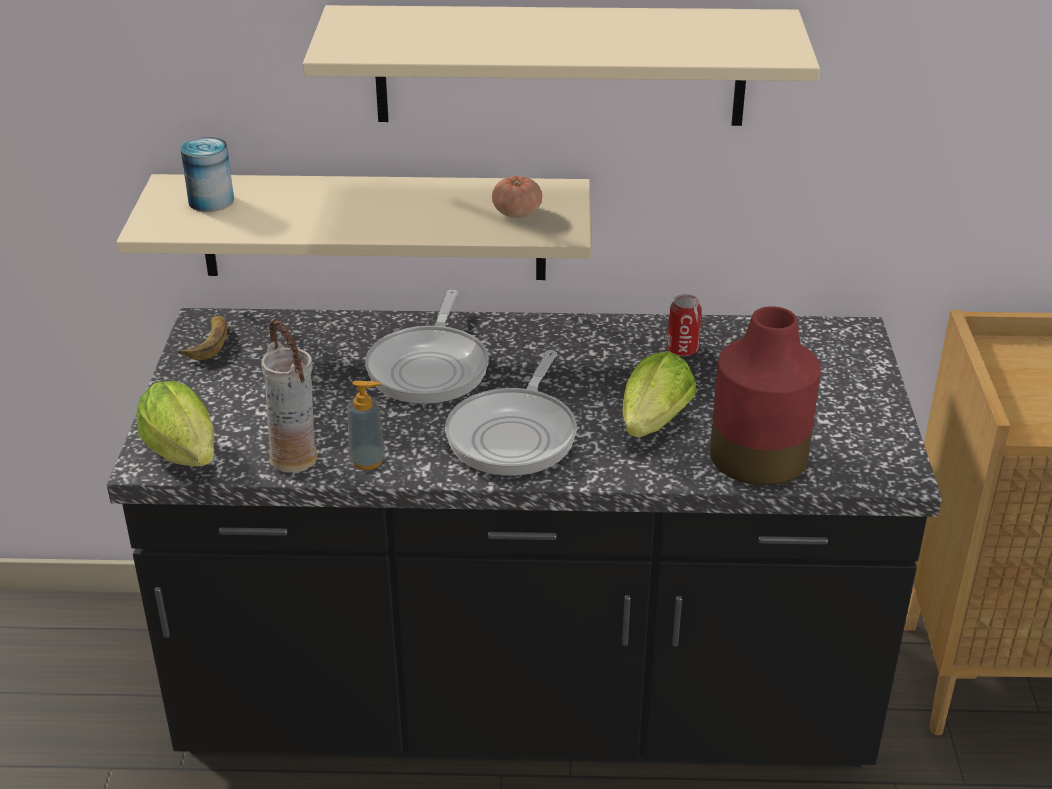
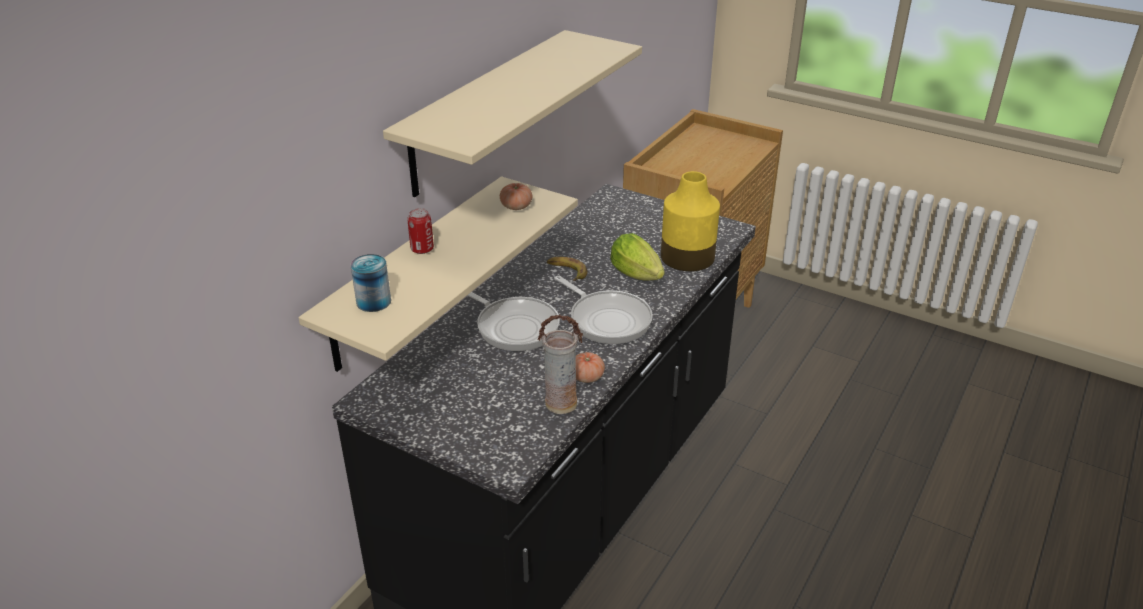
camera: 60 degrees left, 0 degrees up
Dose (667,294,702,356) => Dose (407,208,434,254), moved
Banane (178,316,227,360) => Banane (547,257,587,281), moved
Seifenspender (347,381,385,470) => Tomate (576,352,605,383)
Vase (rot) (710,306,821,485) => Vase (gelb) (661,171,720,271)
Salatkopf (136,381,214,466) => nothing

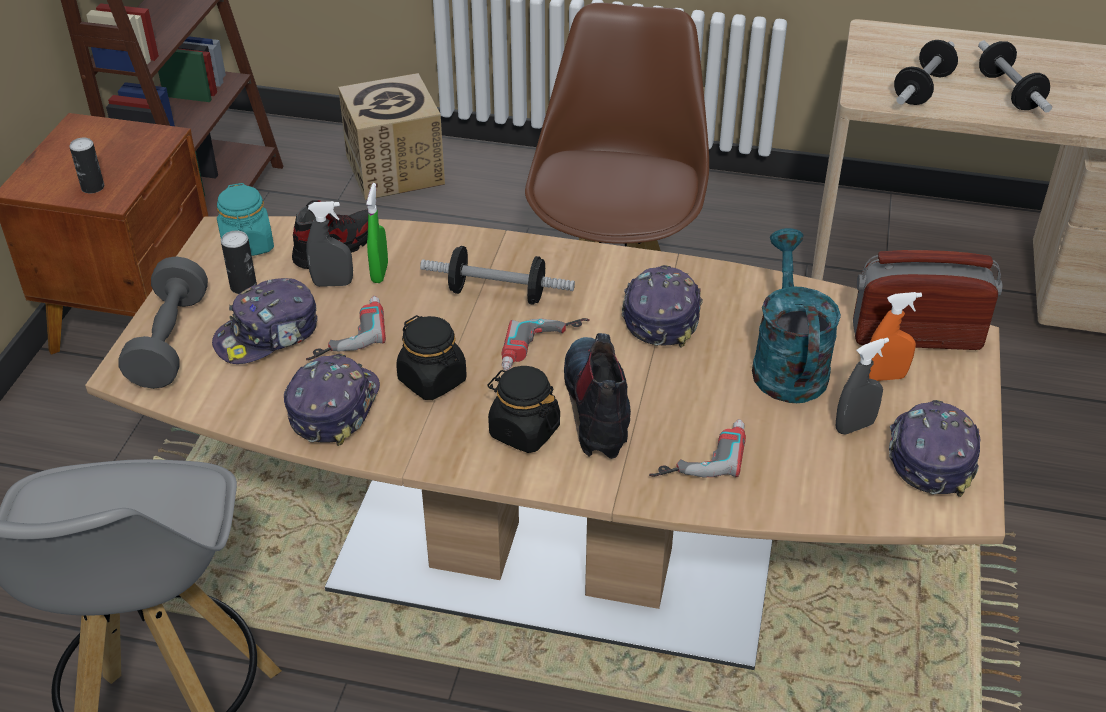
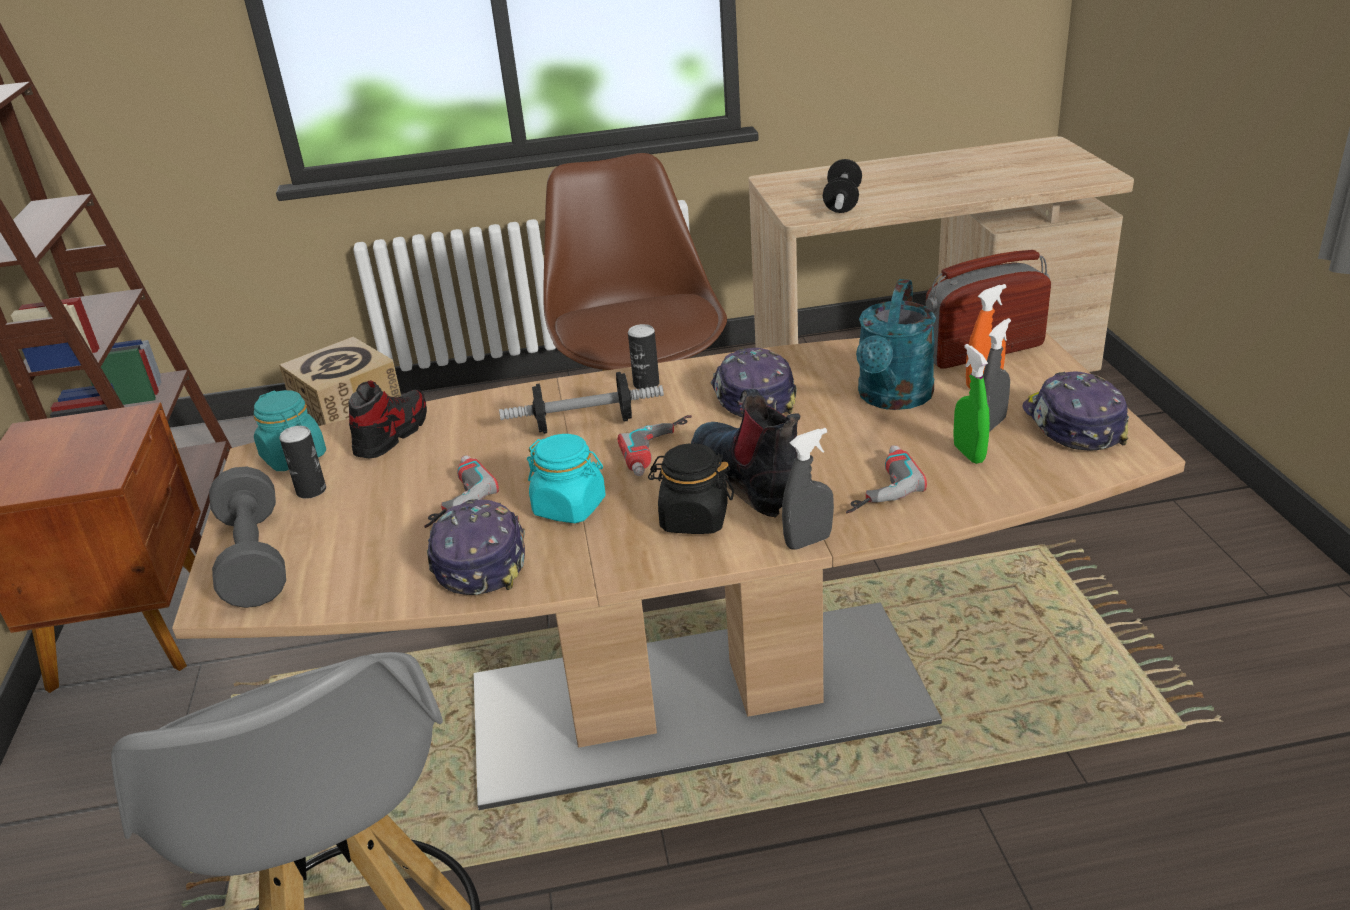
camera: 20 degrees left, 10 degrees down
Vorratsglas (schwarz) (396,315,467,400) => Vorratsglas (türkis) (527,434,606,523)
Dose (69,137,104,193) => Dose (628,324,659,389), moved
Sprühflasche (grau) (306,201,353,287) => Sprühflasche (grau) (782,428,834,549), moved
Gießkanne (türkis) (752,228,841,403) => Gießkanne (türkis) (856,279,936,410), 135 degrees counterclockwise
Sprühflasche (grün) (366,183,388,283) => Sprühflasche (grün) (953,344,990,464), moved
Kappe (212,278,318,364) => nothing
Hantel (978,41,1052,113) => nothing

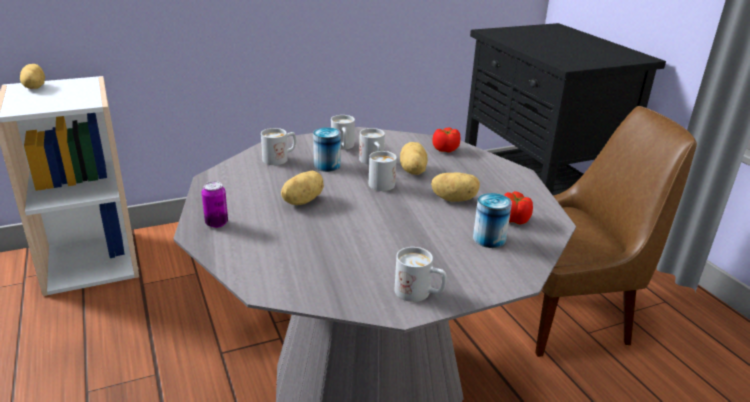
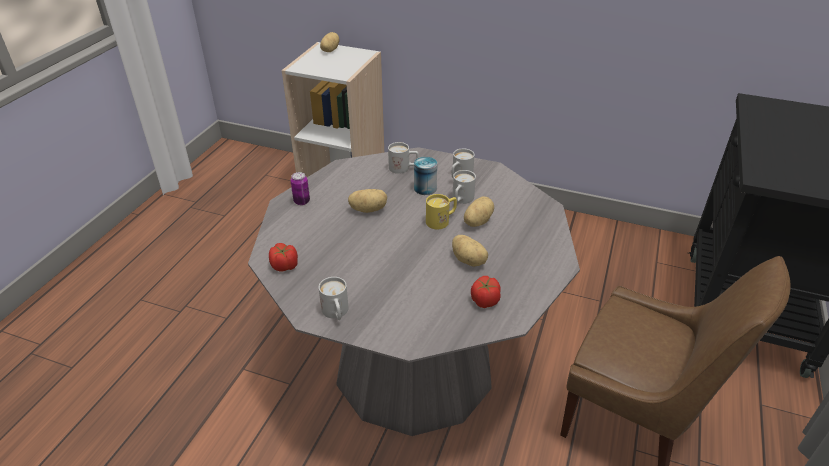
camera: 45 degrees right, 10 degrees up
Tomate (432,128,460,152) => Tomate (269,243,298,271), moved
Henkelbecher (weiß) (369,151,397,191) => Henkelbecher (gelb) (426,194,457,229)
Dose (473,193,512,248) => nothing

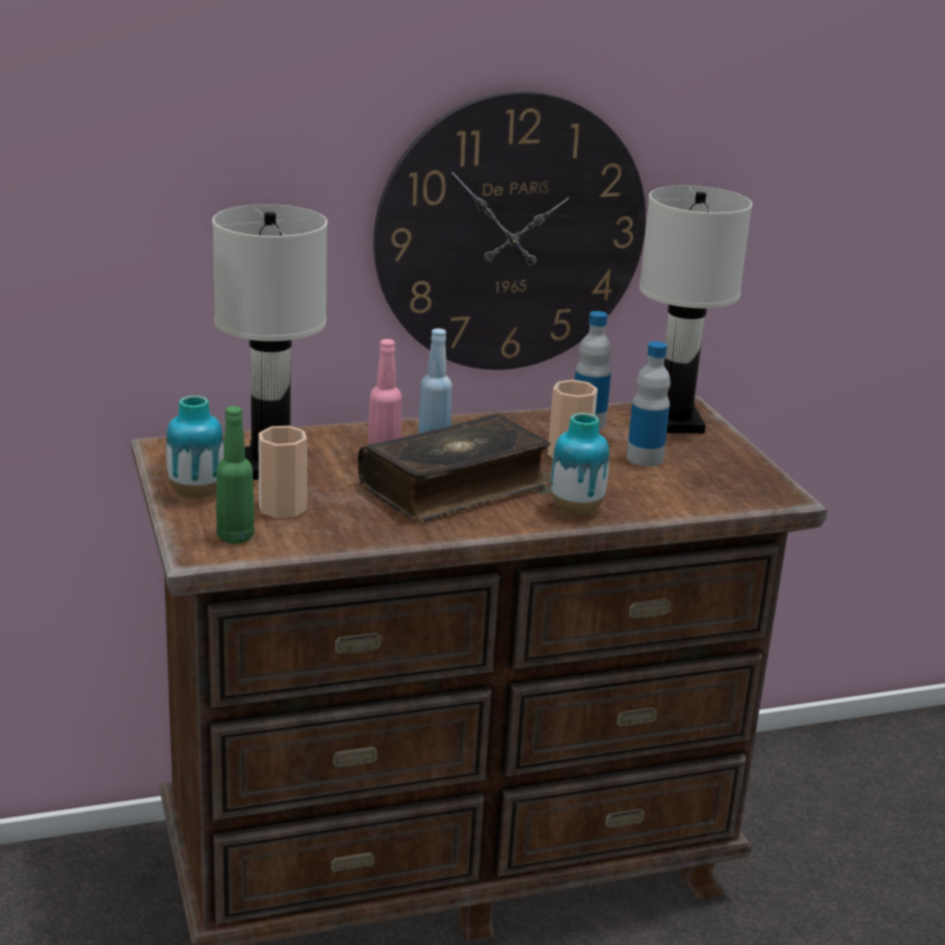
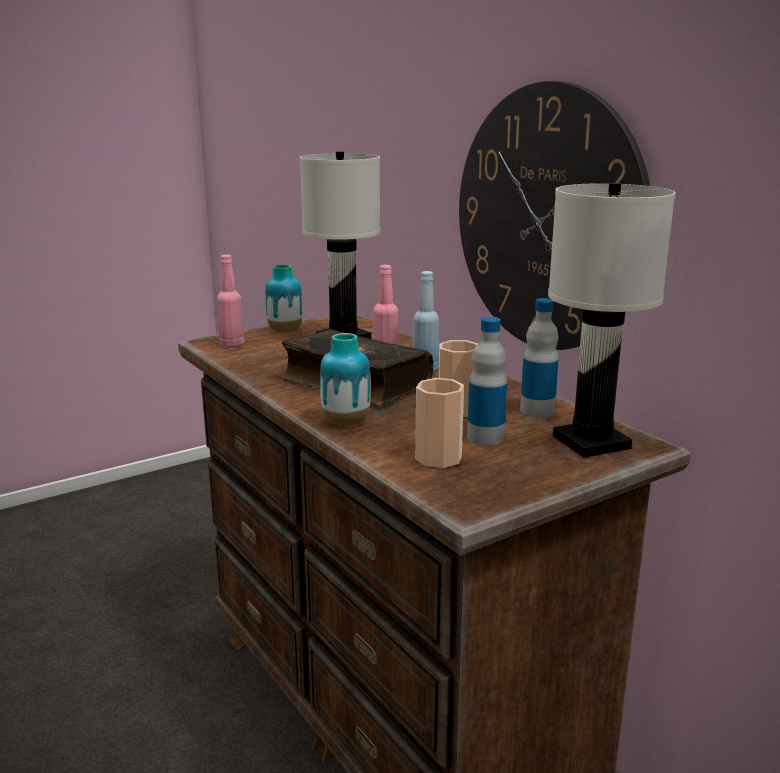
camera: 75 degrees right, 5 degrees down
Flasche (grün) (216,406,254,544) => Flasche (rosa) (217,254,244,348)
Tasse (258,426,307,518) => Tasse (415,378,464,468), moved

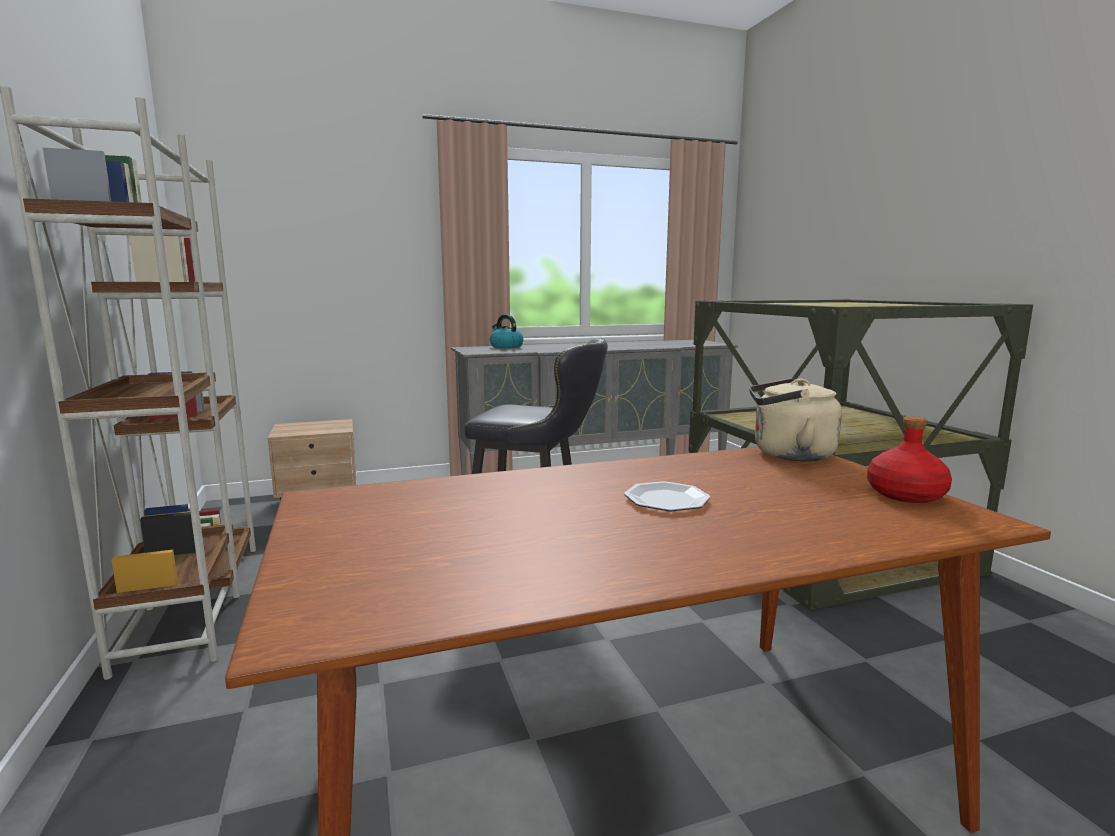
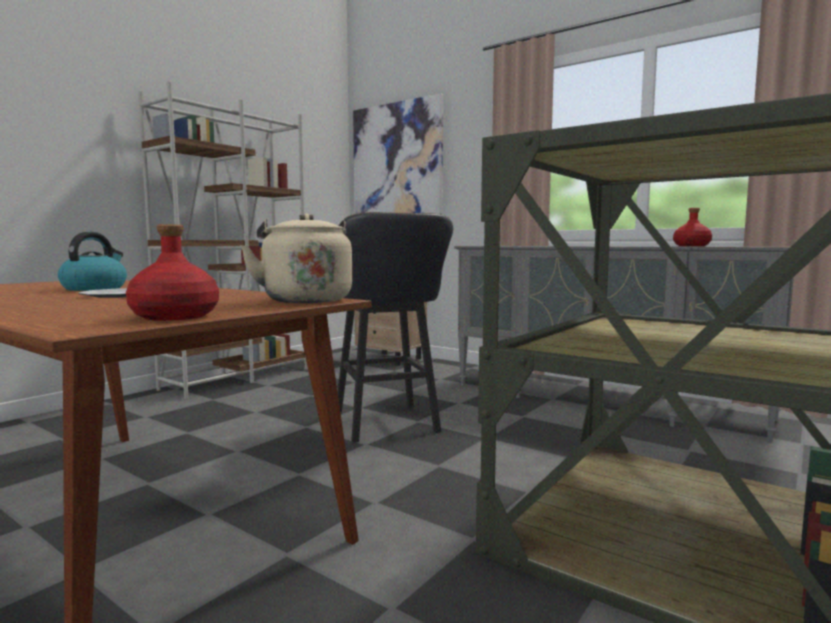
camera: 55 degrees right, 5 degrees down
Wasserkessel (490,314,523,348) => Wasserkessel (58,232,127,291), moved
nothing => Bild (353,93,443,214)
nothing => Flasche (rot) (673,208,712,246)

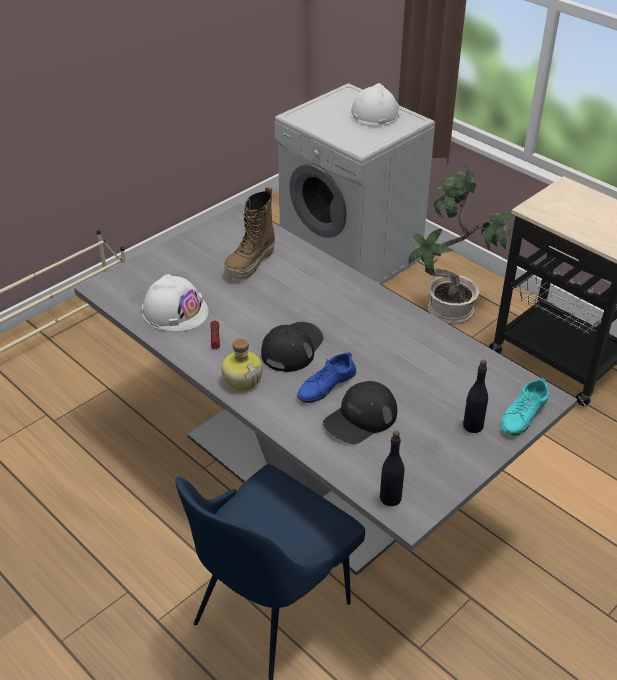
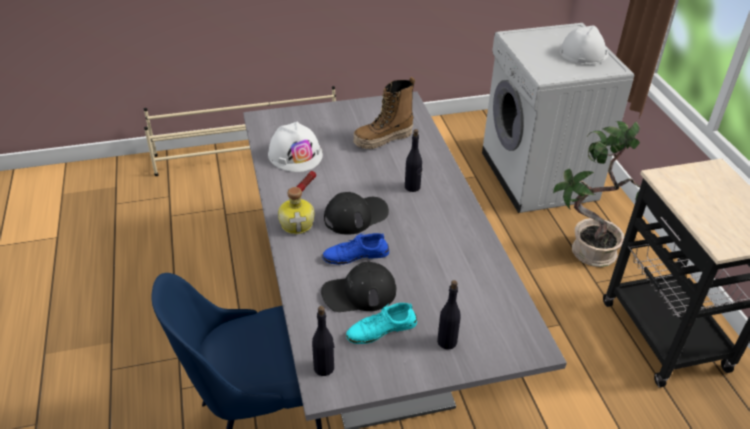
camera: 30 degrees right, 0 degrees up
Schuh (türkis) (501,378,549,436) => Schuh (türkis) (346,303,417,344), moved
nothing => Flasche (schwarz) (405,129,422,192)

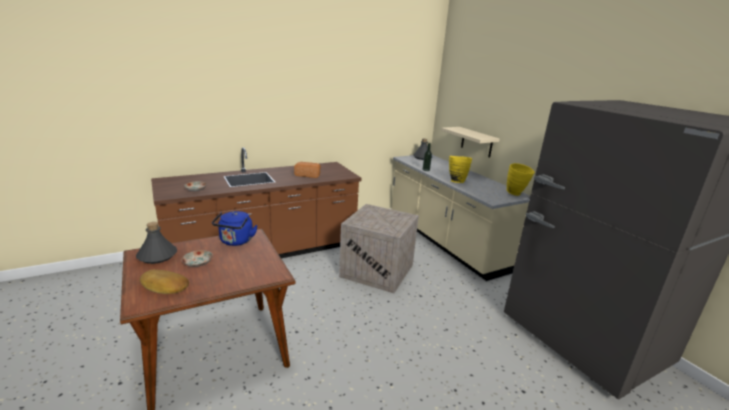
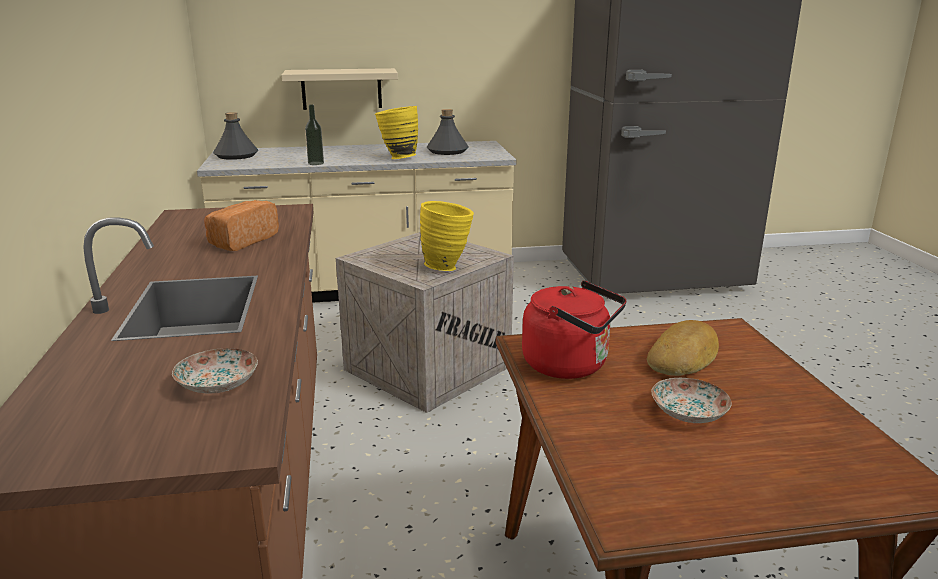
camera: 70 degrees left, 0 degrees up
Vase (gelb) (507,163,535,196) => Vase (gelb) (420,201,474,271), moved
Flasche (grau) (136,222,177,264) => Flasche (grau) (427,109,468,155), moved
Wasserkessel (blau) (212,211,258,246) => Wasserkessel (rot) (522,281,627,379)
Brot (140,270,189,294) => Brot (647,320,719,376), moved

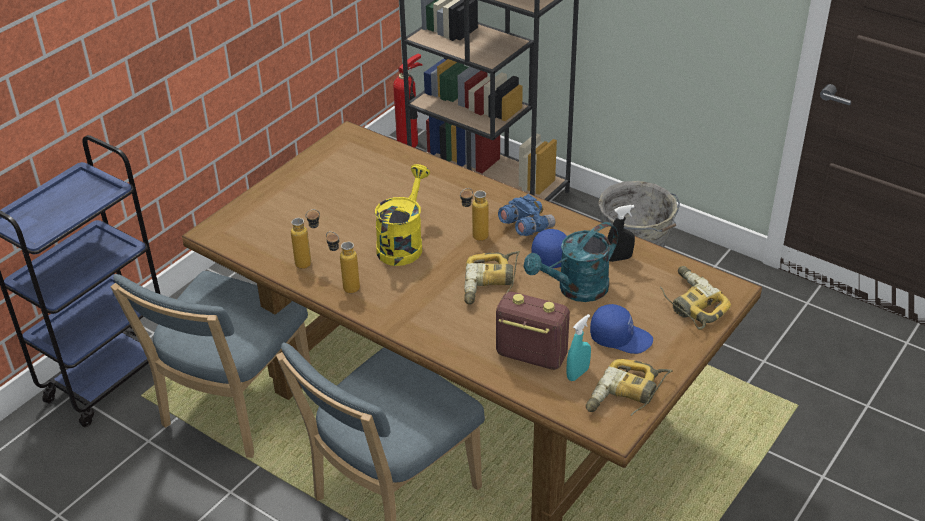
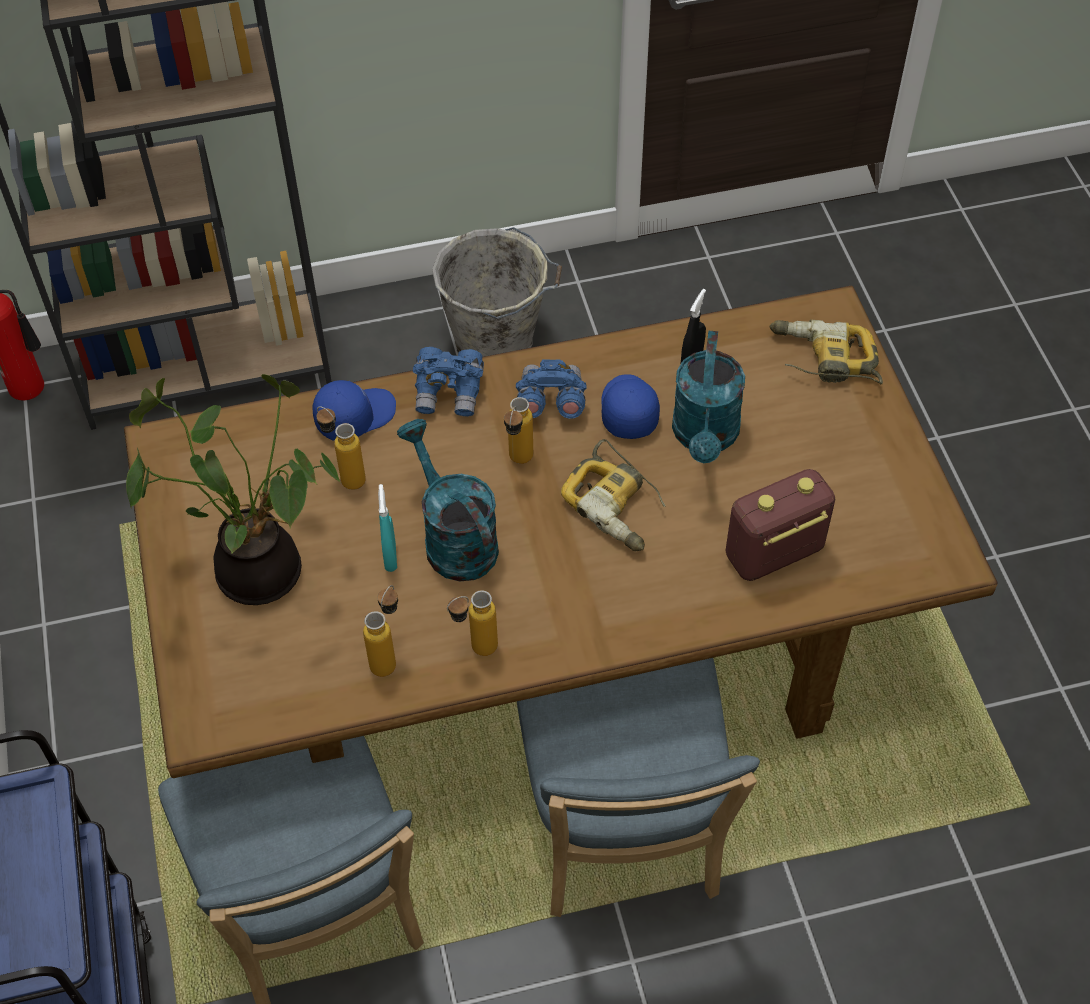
camera: 50 degrees left, 15 degrees up
nothing => Topfpflanze (126,374,341,605)
Kappe (blau) (590,304,653,354) => Kappe (blau) (312,380,396,441), moved
nothing => Flasche (316,406,366,490)
Sprühflasche (türkis) (566,314,591,381) => Sprühflasche (türkis) (378,484,397,572), moved
Gießkanne (gelb) (375,164,430,266) => Gießkanne (türkis) (397,419,499,581)
nothing => Fernglas (blau) (413,347,484,417)
Bohrmaschine (586,359,673,416) => nothing

